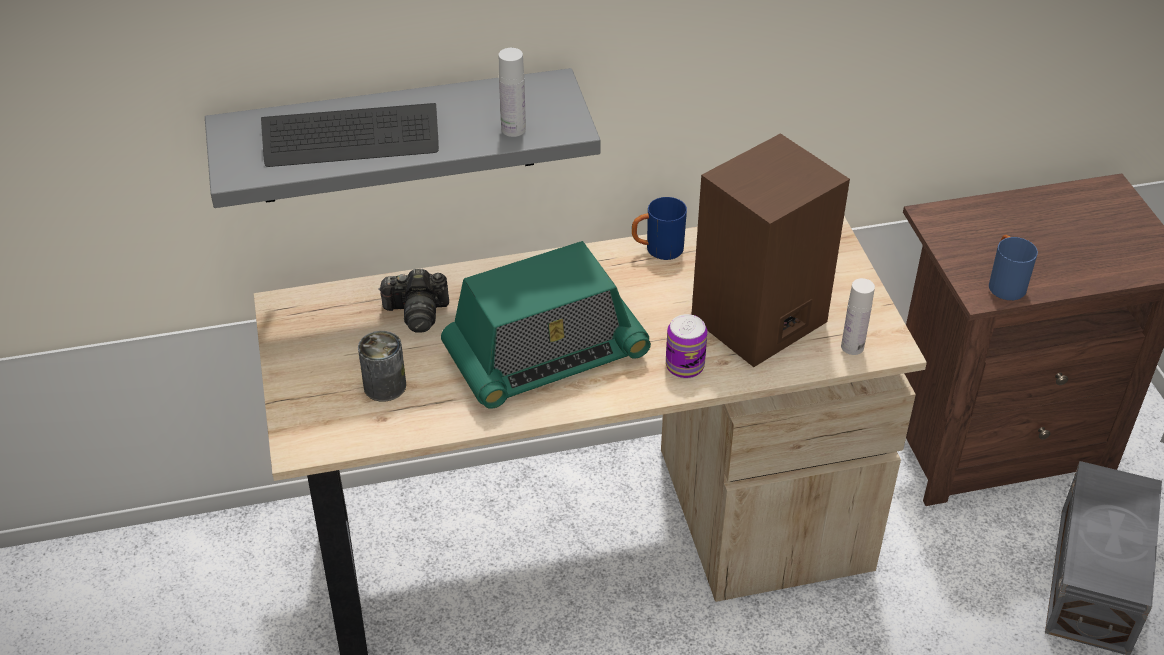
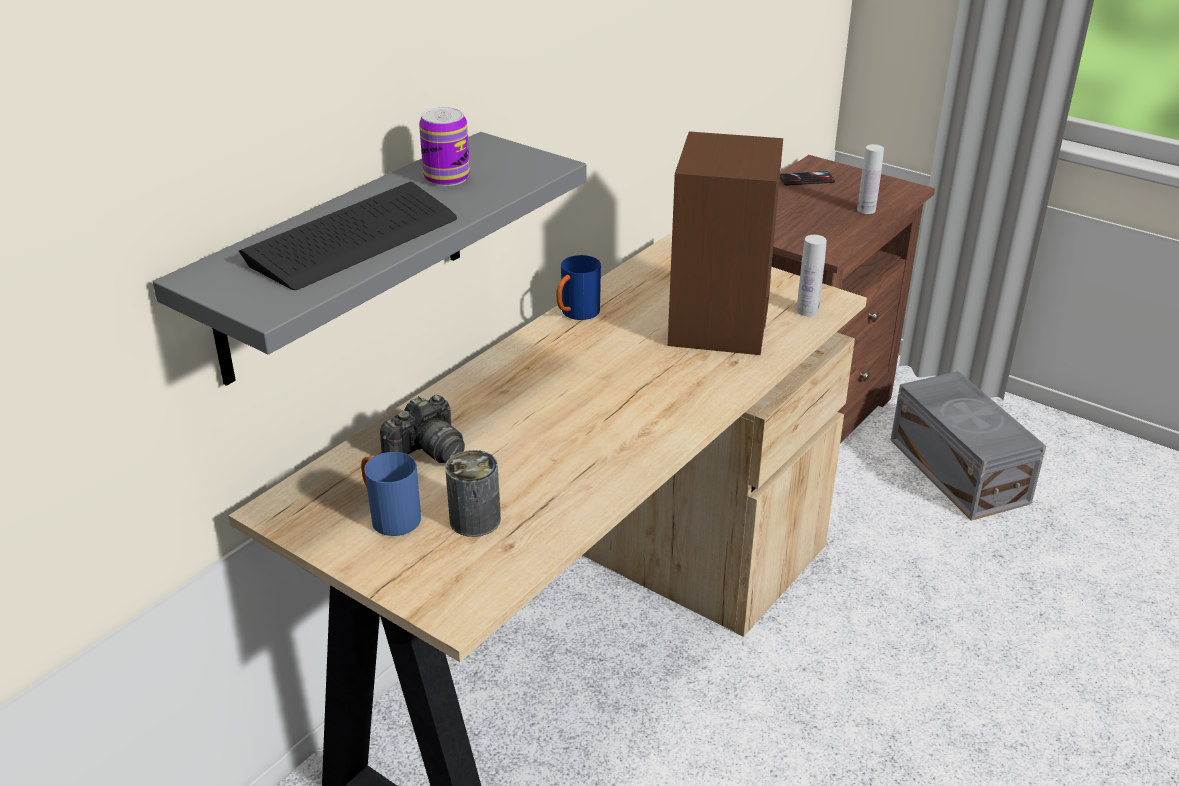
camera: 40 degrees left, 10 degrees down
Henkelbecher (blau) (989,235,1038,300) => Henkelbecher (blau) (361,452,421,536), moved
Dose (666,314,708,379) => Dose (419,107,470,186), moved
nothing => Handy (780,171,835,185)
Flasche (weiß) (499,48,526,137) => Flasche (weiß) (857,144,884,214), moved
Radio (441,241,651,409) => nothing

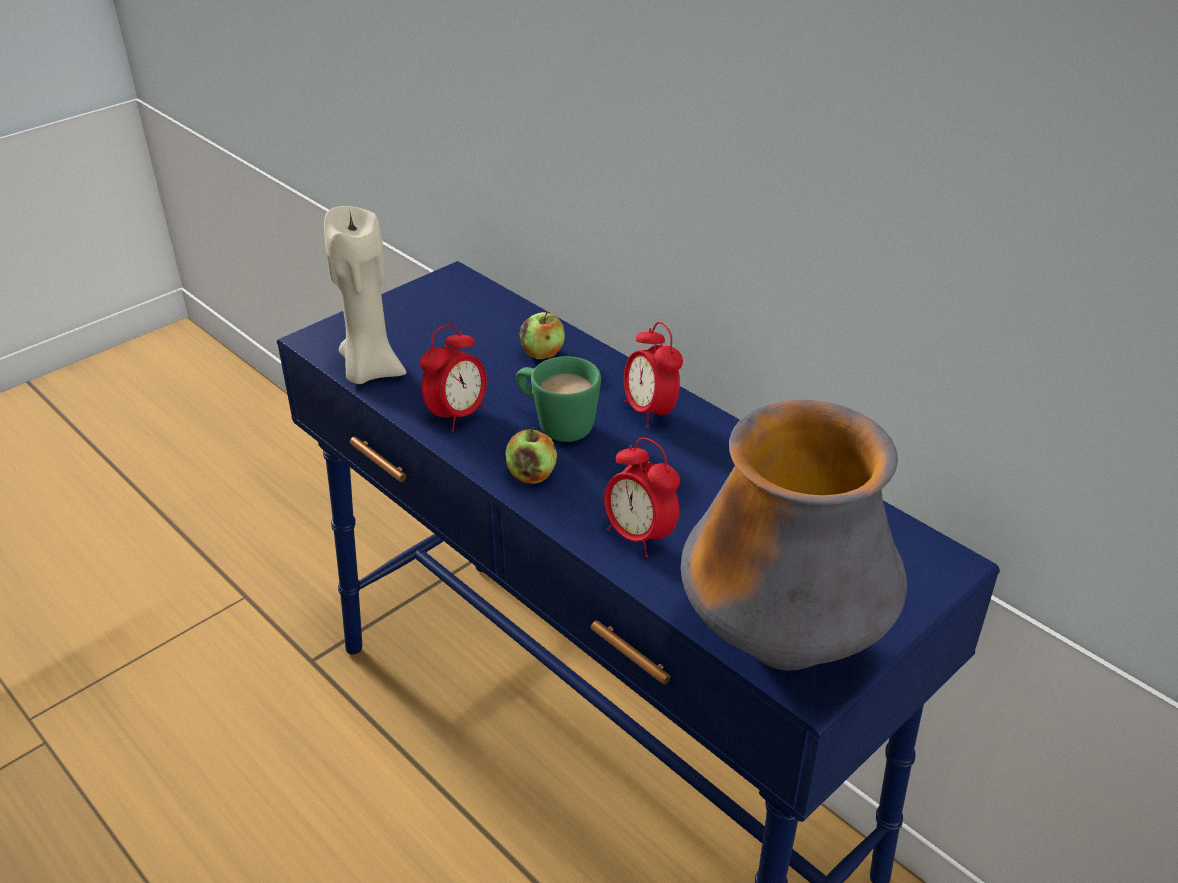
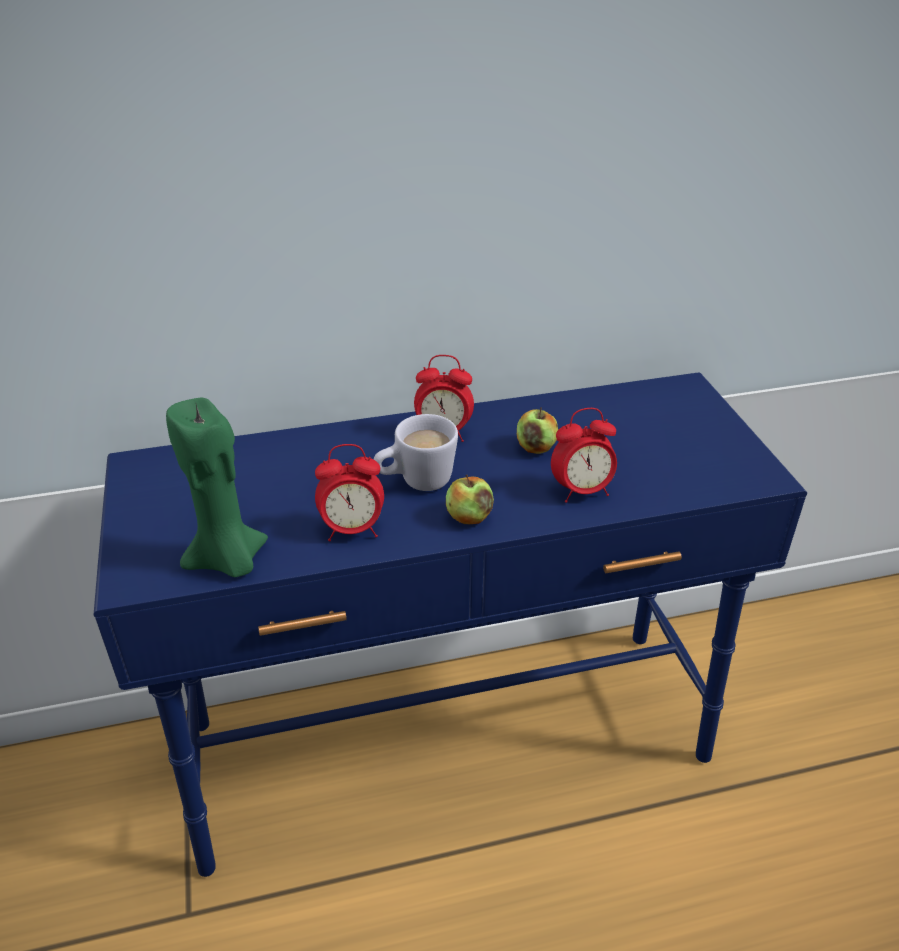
camera: 60 degrees left, 0 degrees up
Kerze (beige) (324,206,406,384) => Kerze (grün) (166,398,268,577)
Wecker (420,324,487,432) => Wecker (315,444,384,541), 105 degrees clockwise
Henkelbecher (grün) (516,356,601,442) => Henkelbecher (weiß) (374,414,458,491)
Apfel (520,311,565,359) => Apfel (517,407,558,454), moved
Vase (681,400,907,670) => nothing

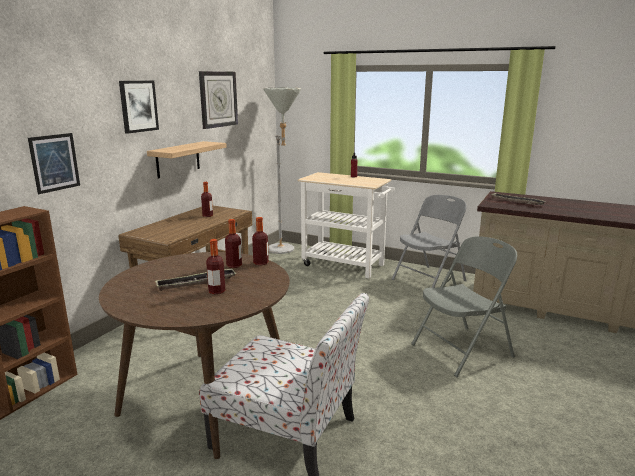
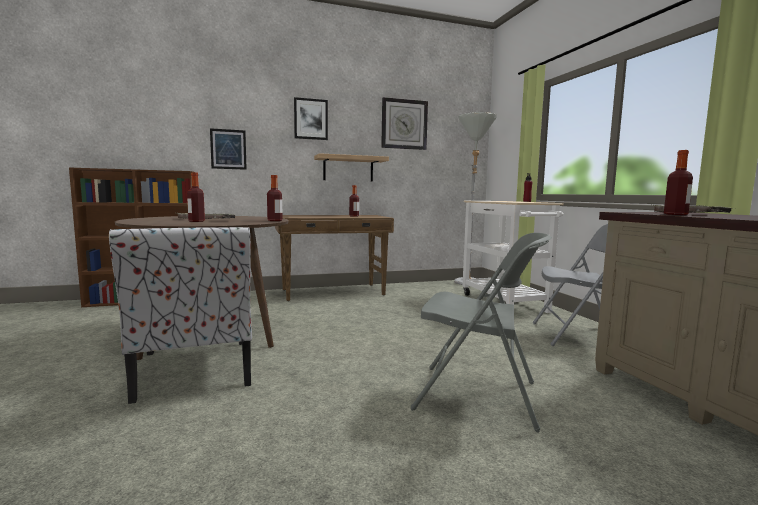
camera: 45 degrees right, 10 degrees down
Flasche (225,219,242,268) => Flasche (664,150,693,215), moved

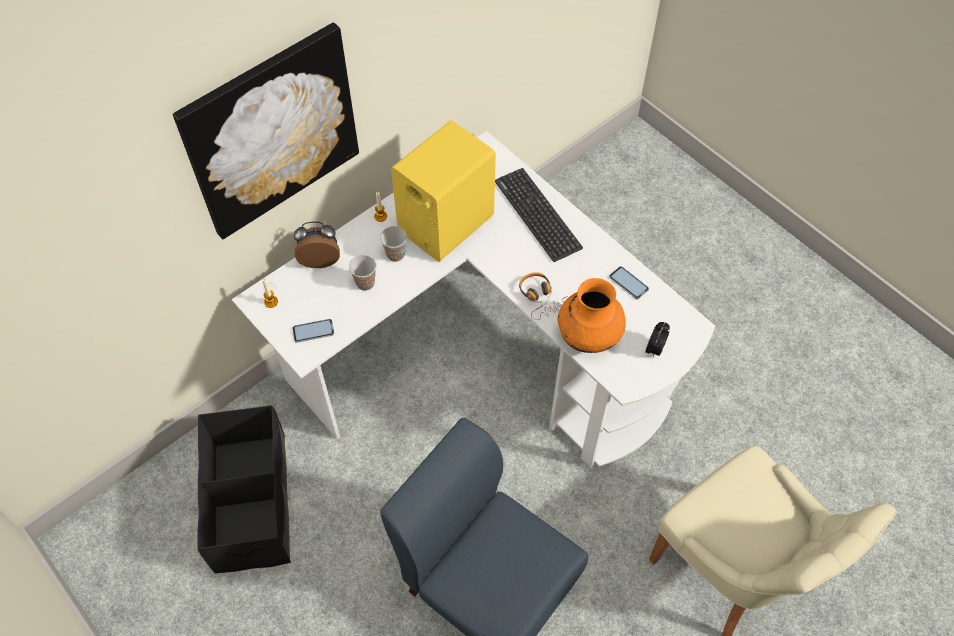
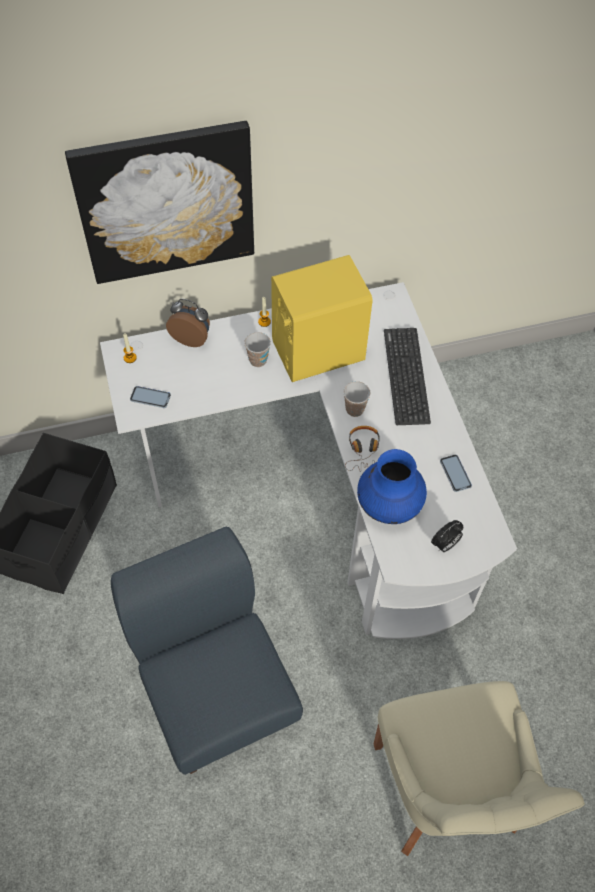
camera: 25 degrees right, 0 degrees up
Tasse (349,255,376,291) => Tasse (343,381,370,417), moved
Vase (orange) (557,278,626,353) => Vase (blau) (357,449,427,524)

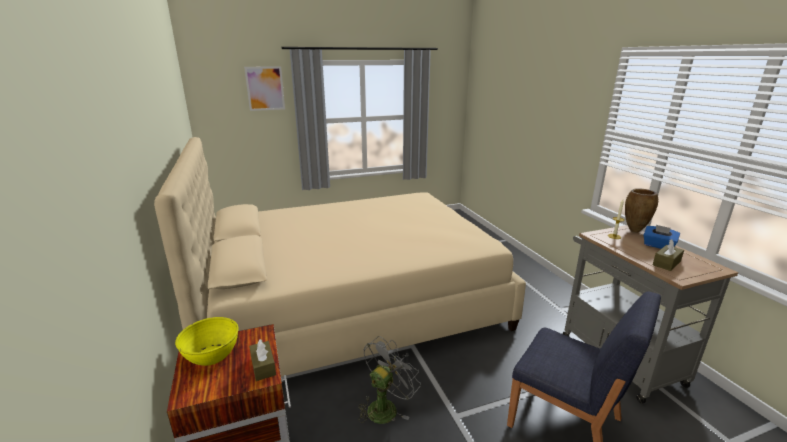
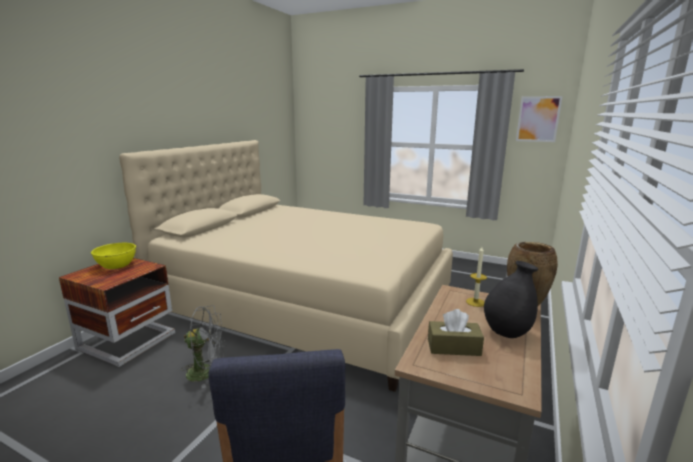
camera: 45 degrees right, 5 degrees down
Taschentuchbox (blau) (644,225,680,249) => Vase (schwarz) (484,261,538,338)
Bild (244,66,285,111) => Bild (516,96,562,142), moved
Taschentuchbox (braun) (249,339,276,381) => nothing

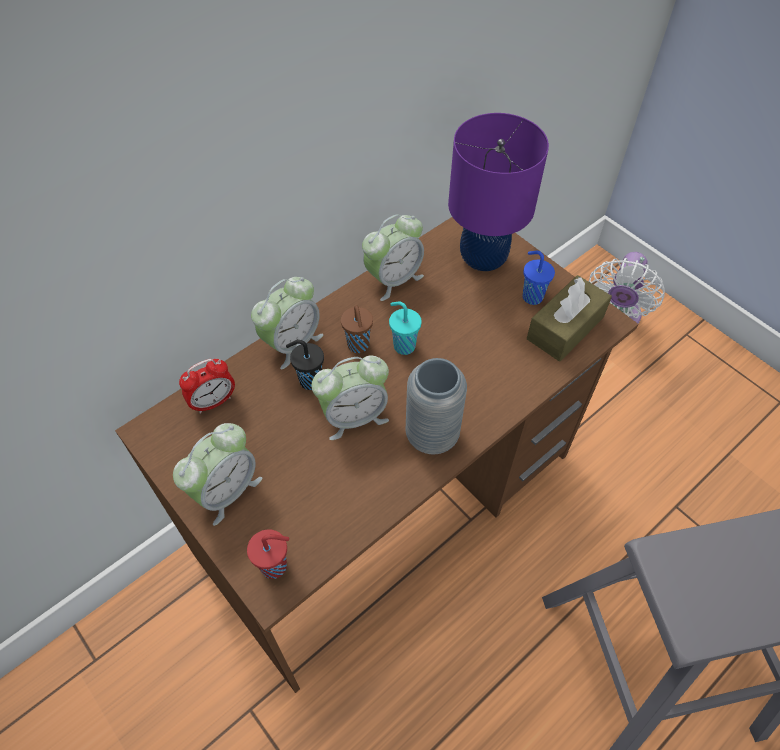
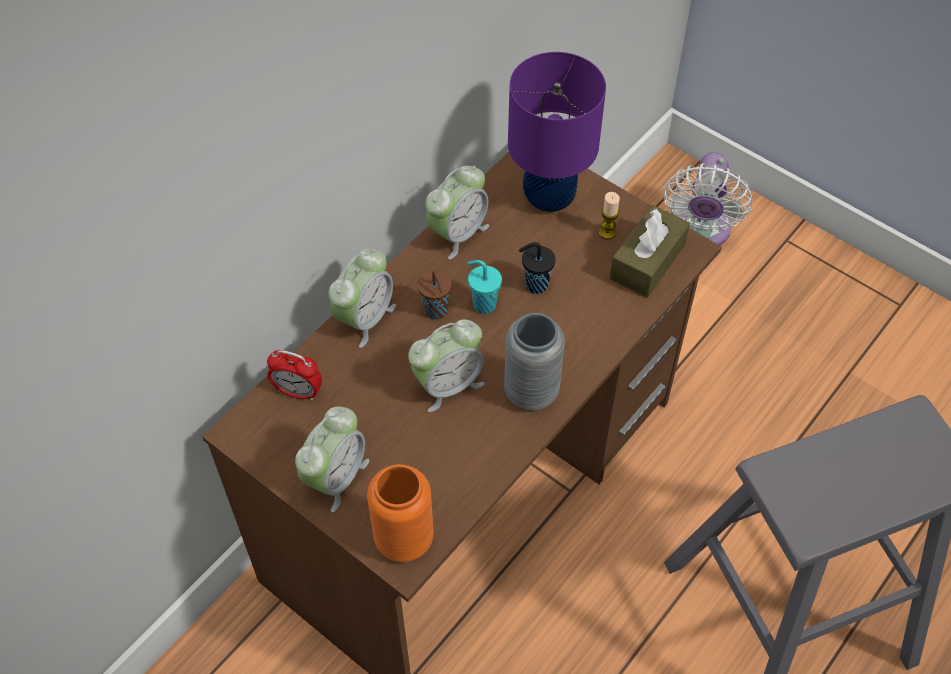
camera: 10 degrees left, 0 degrees up
Wecker (179,359,235,414) => Wecker (267,350,322,401), 60 degrees clockwise
Tasse (rot) (247,529,289,579) => Vase (orange) (367,464,434,562)
Tasse (schwarz) (286,340,324,390) => Tasse (schwarz) (519,242,555,294), moved
Tasse (blau) (523,251,555,305) => Kerze (598,192,620,239)

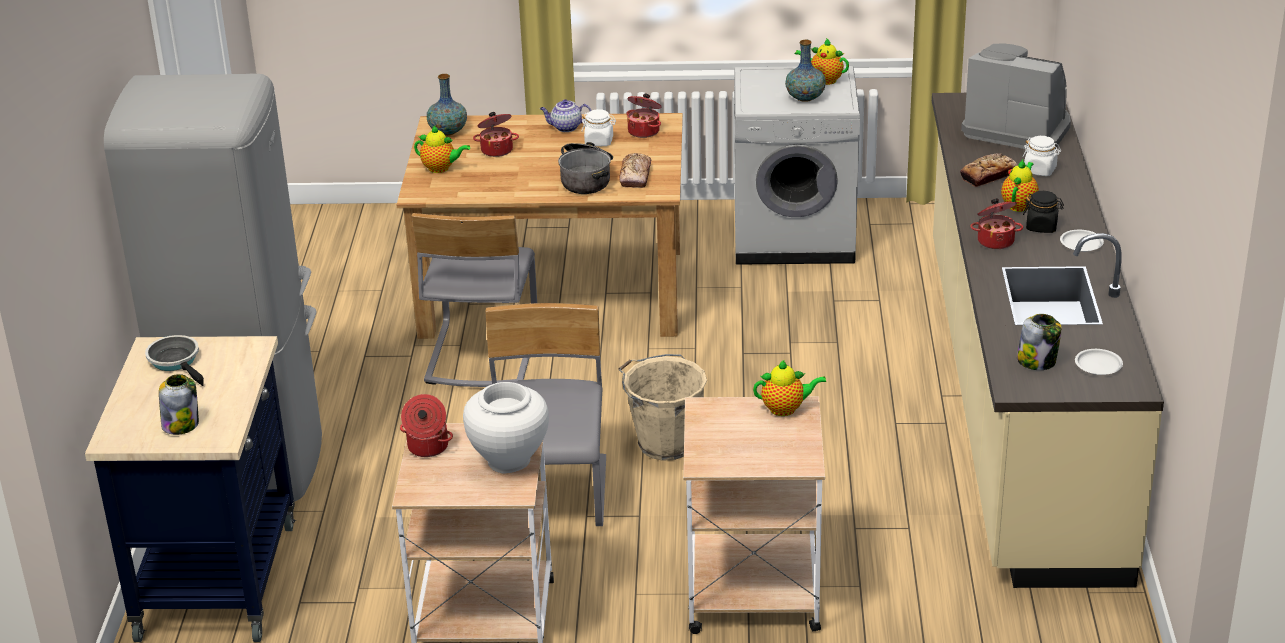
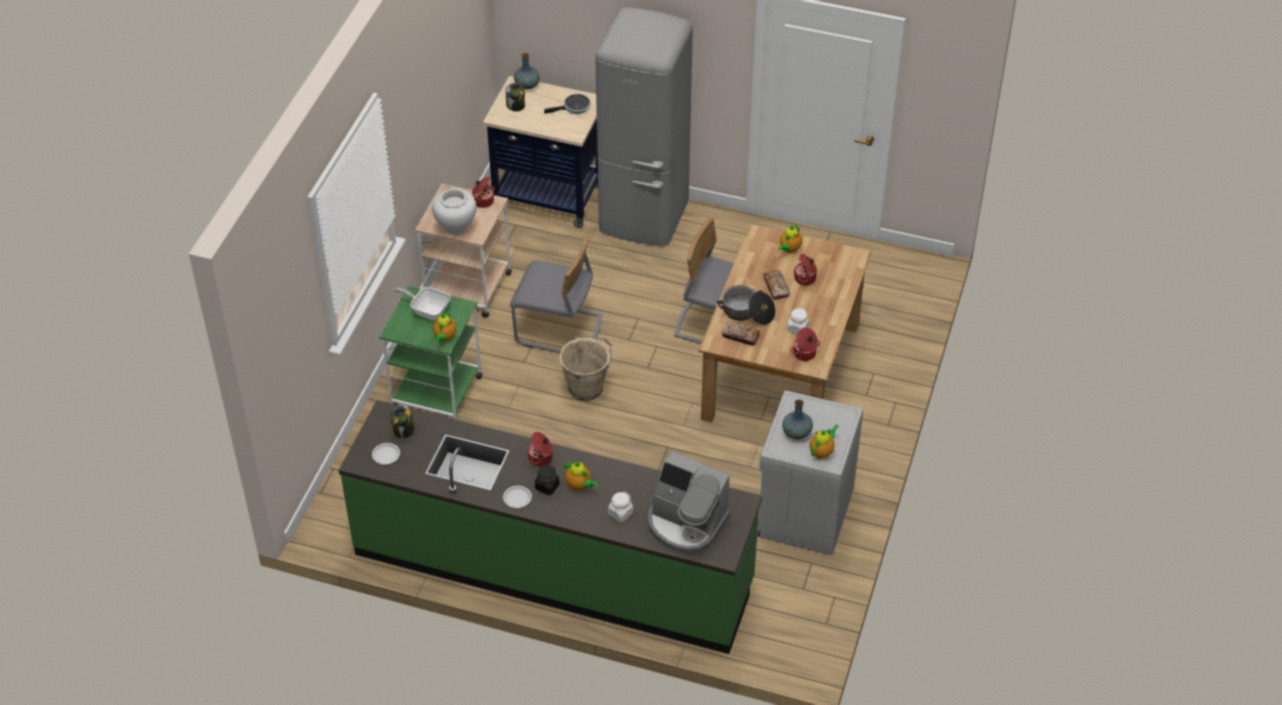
camera: 105 degrees right, 15 degrees up
Küchenzeile (beige) (932,93,1164,588) => Küchenzeile (grün) (339,400,762,654)
Rollwagen (beige) (683,396,825,634) => Rollwagen (grün) (379,286,482,420)
nothing => Pfanne (394,287,451,320)
Vase (427,74,467,136) => Vase (514,53,540,90), moved
Kaffeemaschine (961,43,1071,149) => Kaffeemaschine (648,452,730,553), 75 degrees clockwise
Brot (960,153,1018,187) => Brot (763,270,790,300), moved
Teekanne (540,99,591,132) => nothing

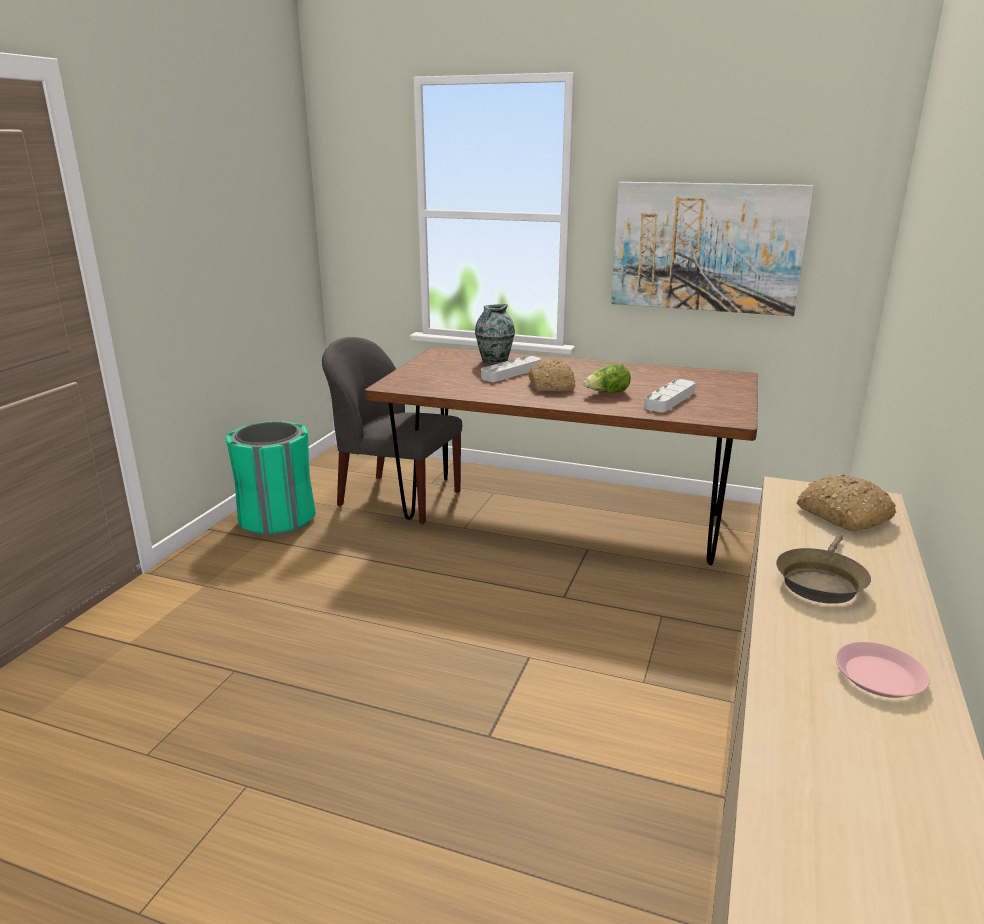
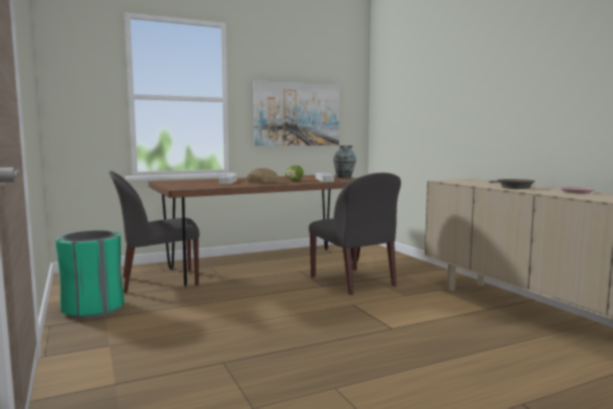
camera: 45 degrees left, 15 degrees down
nothing => Stuhl (grau) (309,173,401,295)
Vase (475,304,515,365) => Vase (333,145,356,178), moved
Brot (797,475,897,531) => nothing

